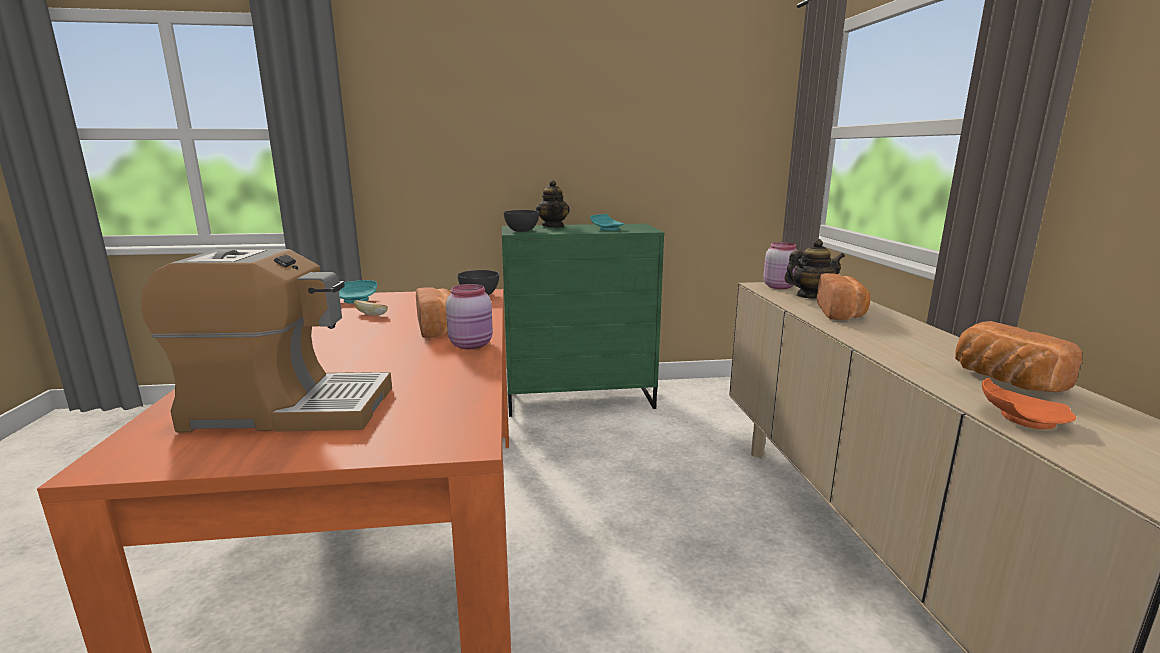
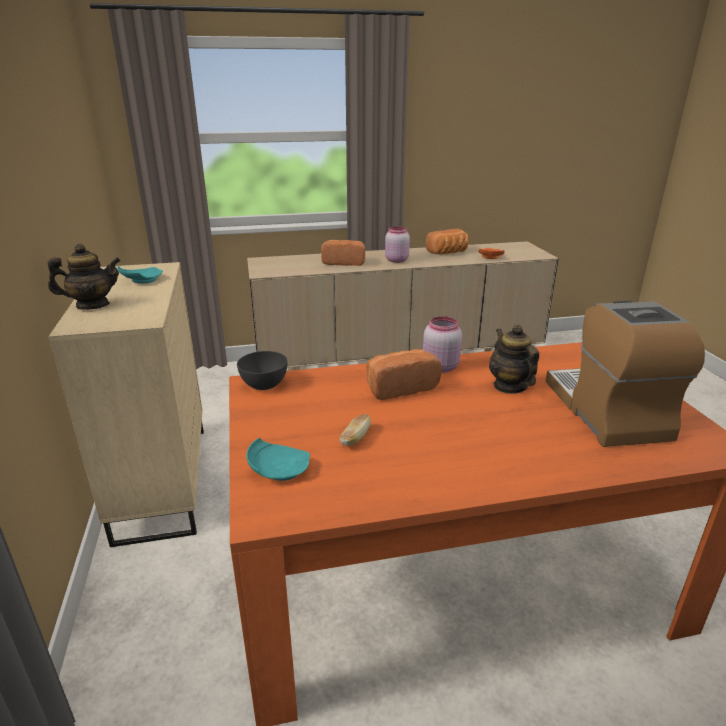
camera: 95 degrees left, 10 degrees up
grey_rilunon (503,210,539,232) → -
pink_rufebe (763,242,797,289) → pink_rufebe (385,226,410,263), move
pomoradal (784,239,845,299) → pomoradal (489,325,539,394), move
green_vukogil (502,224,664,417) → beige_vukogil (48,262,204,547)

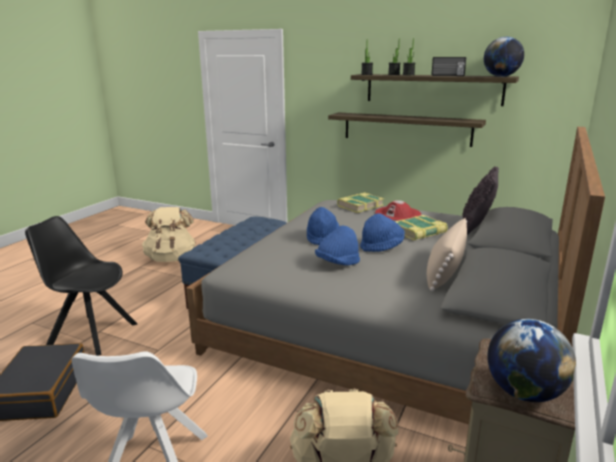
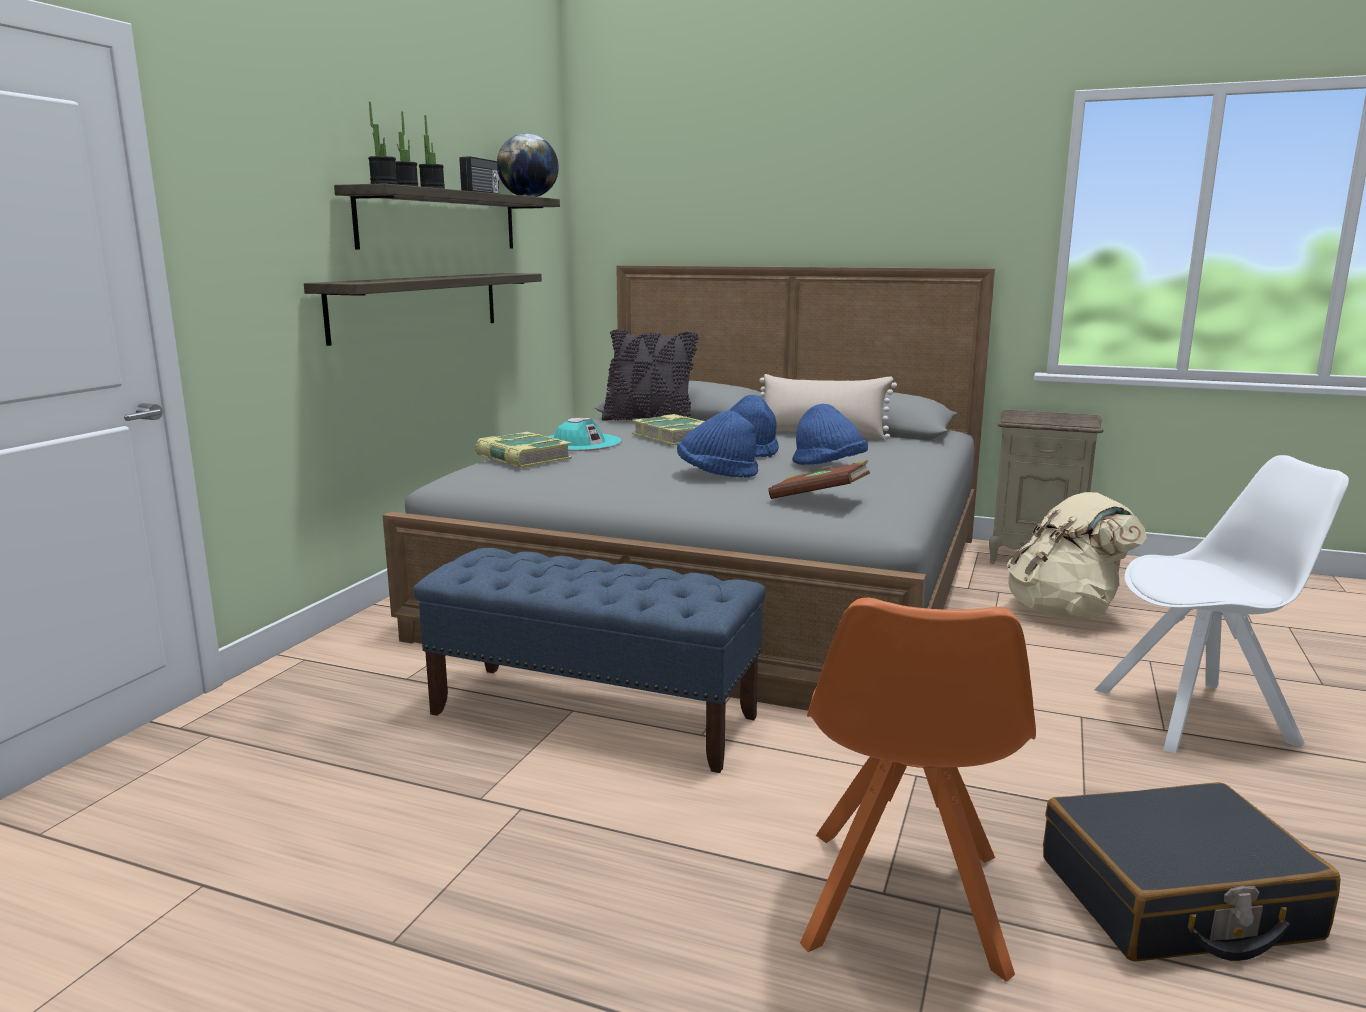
camera: 95 degrees left, 5 degrees down
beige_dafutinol (142,207,196,262) → -
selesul (487,319,576,402) → -
- → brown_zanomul (768,460,870,499)
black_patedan (25,216,137,356) → orange_patedan (800,598,1036,982)
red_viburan (375,200,421,221) → turquoise_viburan (546,418,621,451)

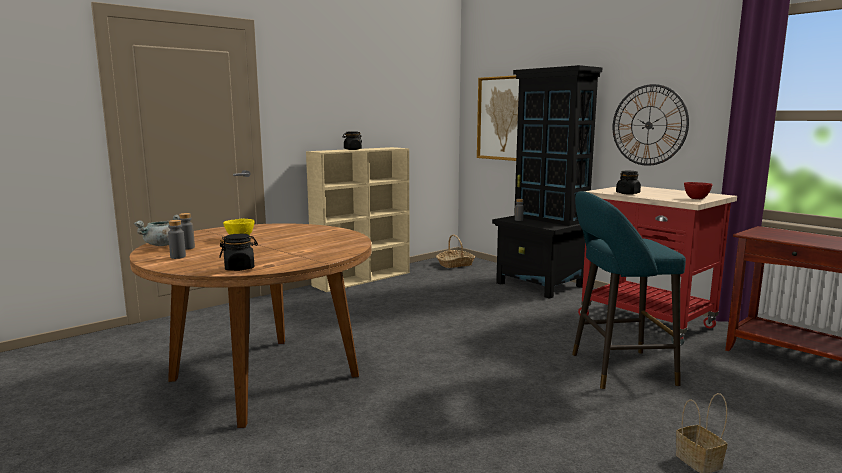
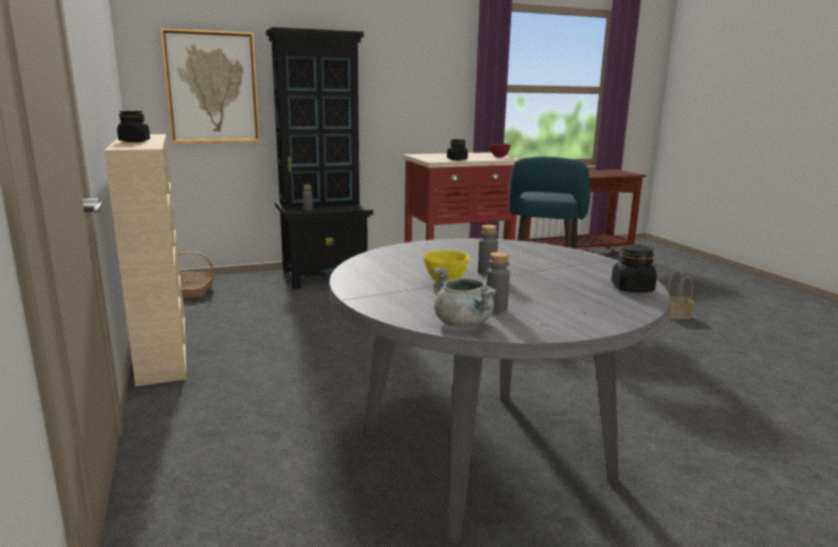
camera: 70 degrees left, 5 degrees up
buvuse (613,84,689,166) → -
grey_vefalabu (168,220,186,259) → grey_vefalabu (478,225,498,275), move
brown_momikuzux (129,223,372,428) → grey_momikuzux (330,238,670,545)

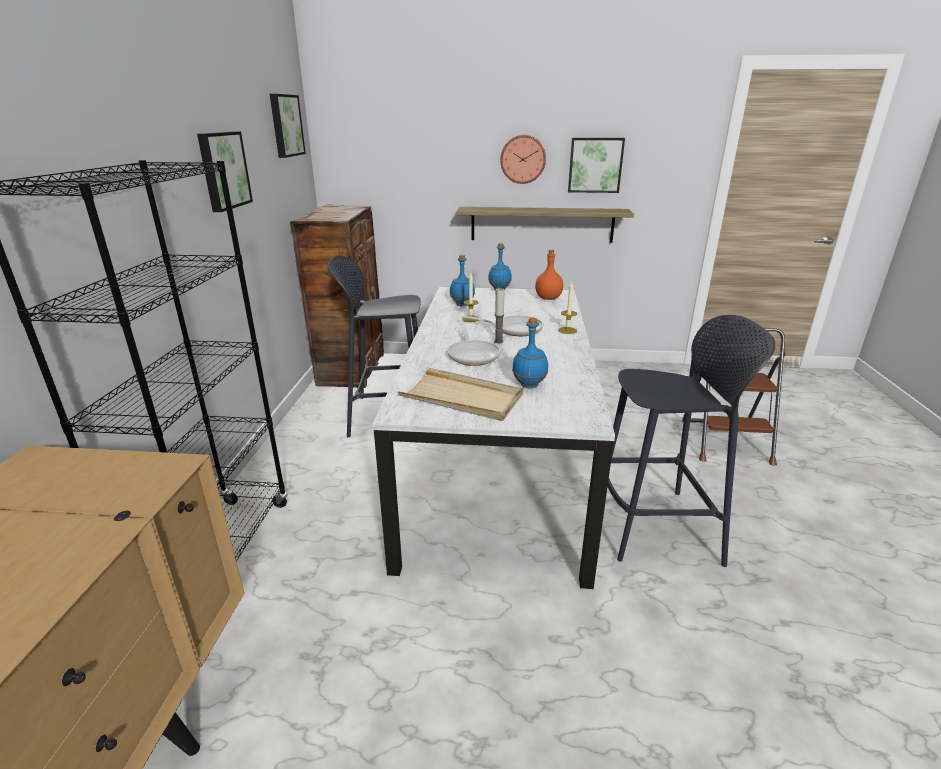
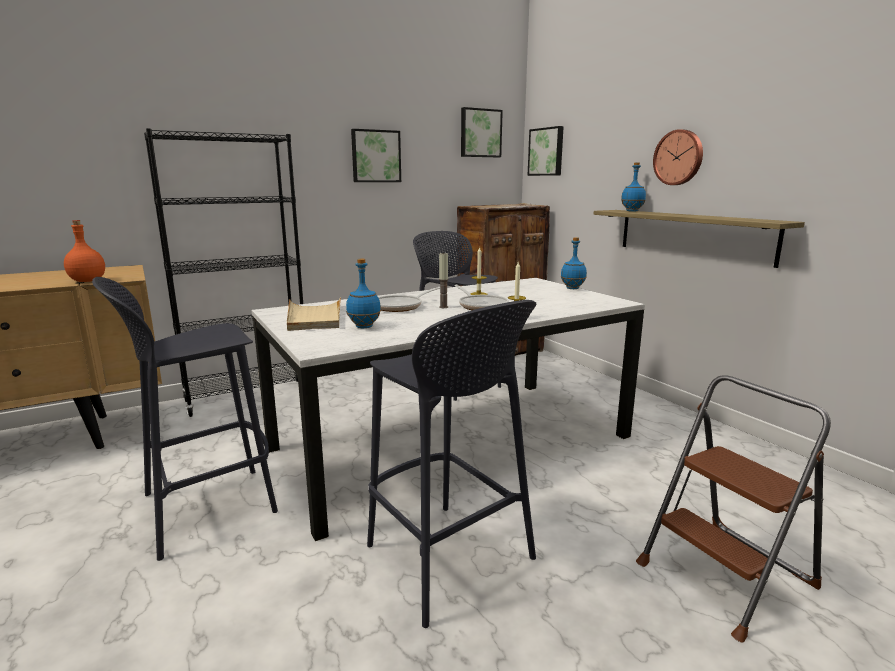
camera: 55 degrees right, 10 degrees down
- → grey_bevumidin (92,277,278,561)
blue_vefalabu (450,255,475,306) → blue_vefalabu (621,162,646,212), move
orange_vefalabu (535,250,563,300) → orange_vefalabu (64,220,105,282), move
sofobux (568,138,625,193) → sofobux (527,126,564,176), move

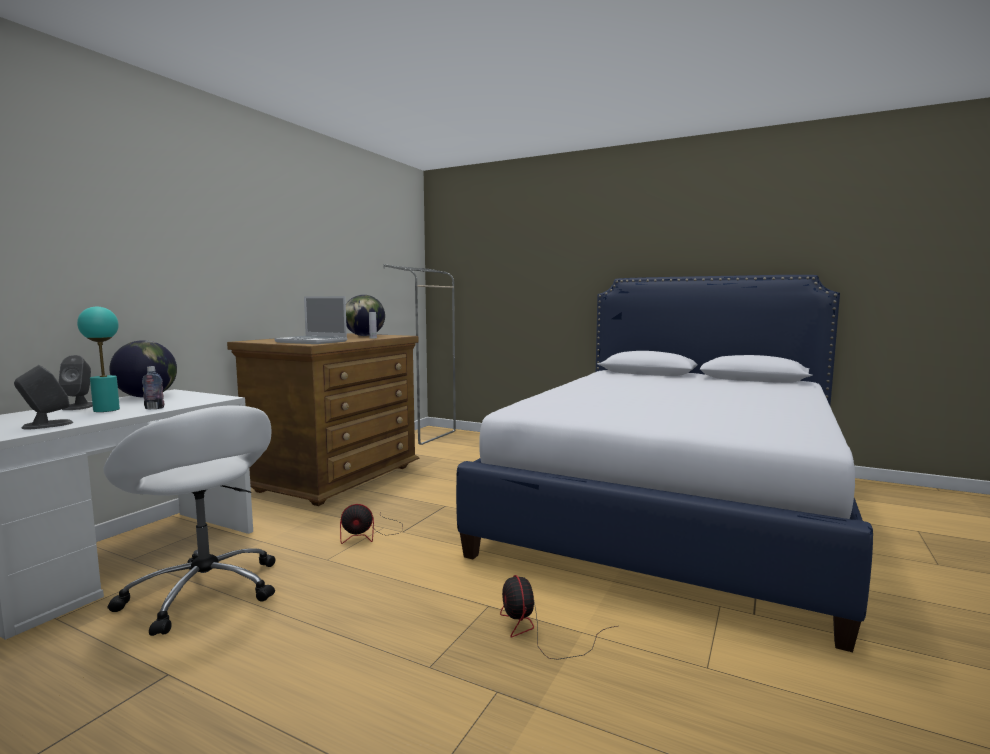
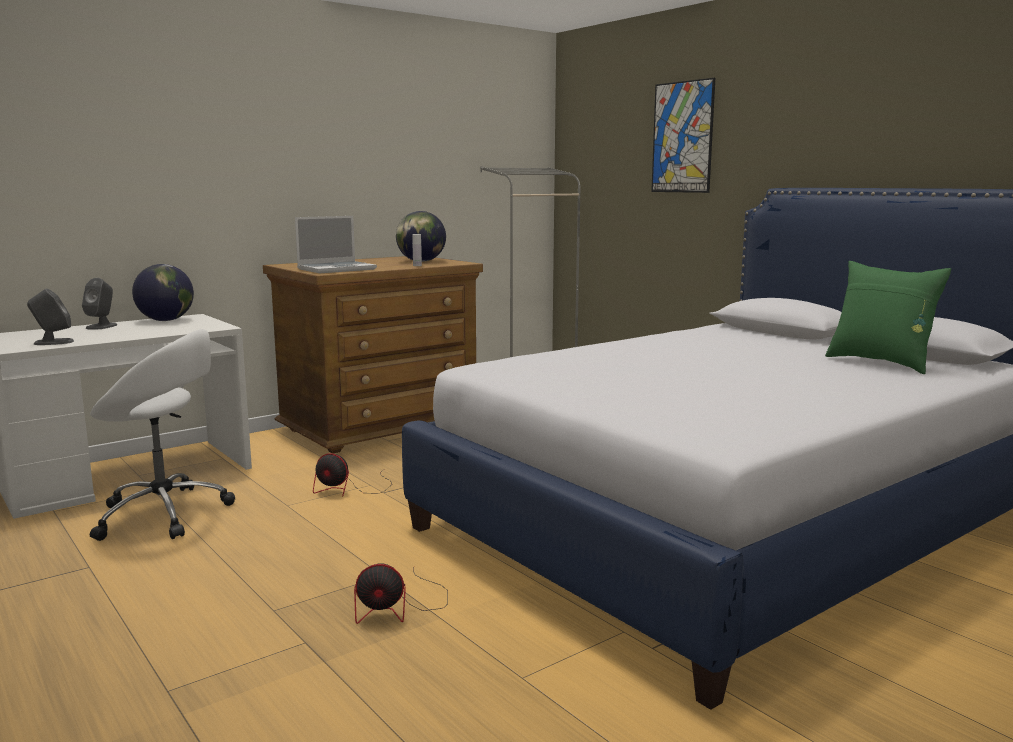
camera: 25 degrees right, 5 degrees up
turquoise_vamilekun (77,307,120,412) → -
vefalabu (142,366,164,409) → -
- → sofobux (651,78,715,193)
- → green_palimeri (825,261,951,374)
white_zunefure (104,405,275,636) → white_zunefure (90,329,235,541), 60 degrees counterclockwise
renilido (275,296,347,344) → renilido (295,216,377,273), 90 degrees counterclockwise
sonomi (500,575,618,660) → sonomi (354,564,448,624), 105 degrees counterclockwise

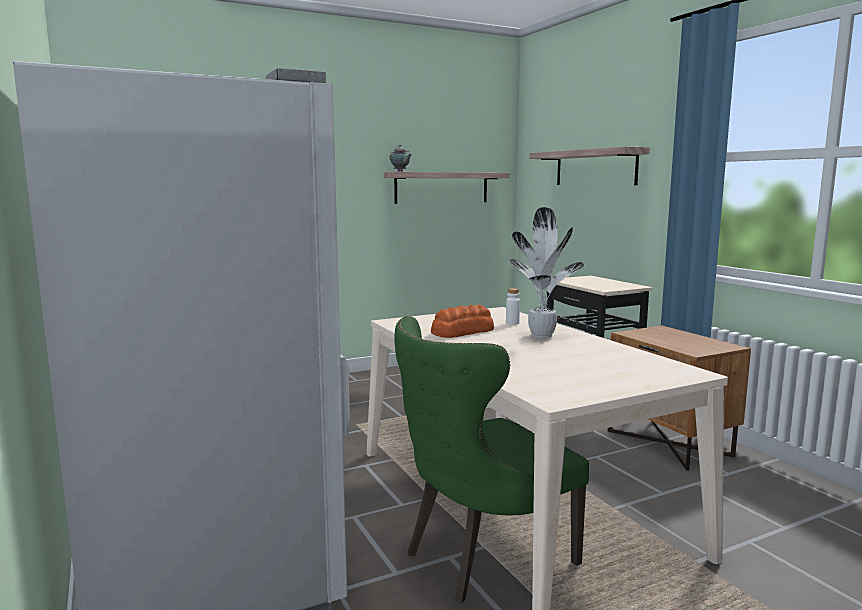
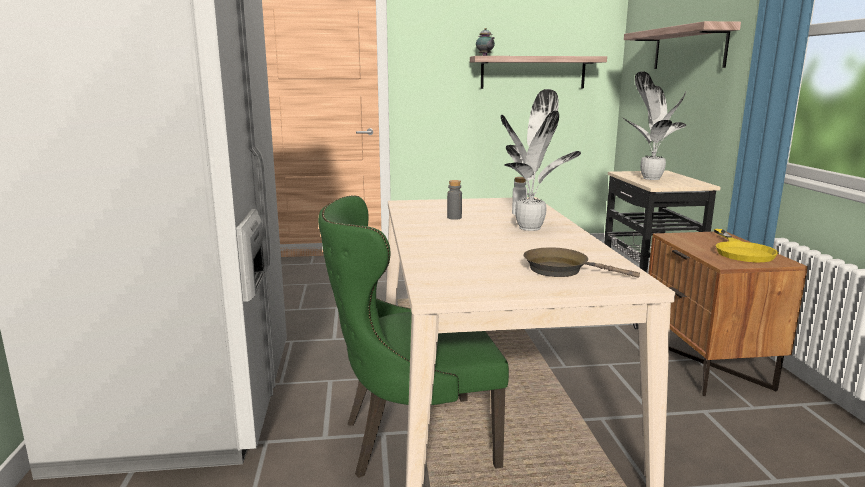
camera: 20 degrees right, 5 degrees up
- → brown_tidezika (523,247,640,278)
- → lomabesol (622,71,686,180)
- → yellow_tidezika (714,229,778,262)
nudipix (431,304,494,338) → grey_vefalabu (447,180,462,220)

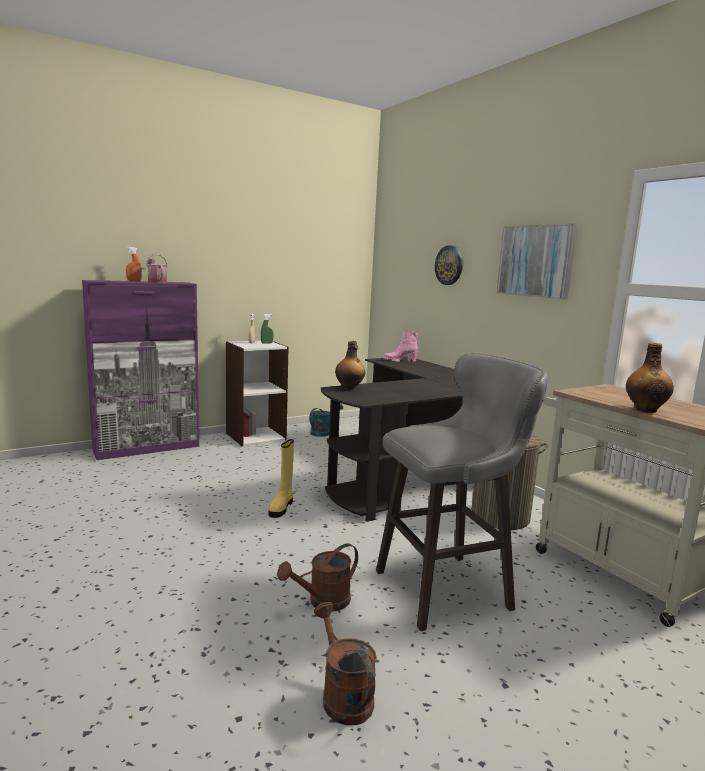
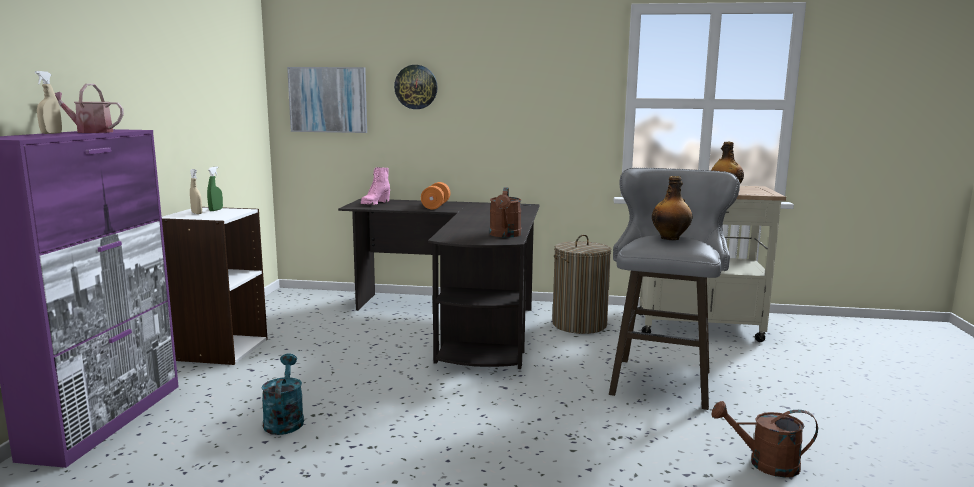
camera: 50 degrees left, 0 degrees up
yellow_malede (268,439,294,518) → -
- → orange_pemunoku (421,182,450,209)
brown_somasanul (277,543,358,612) → brown_somasanul (490,187,522,238), move
turquoise_somasanul (309,403,343,437) → turquoise_somasanul (262,354,304,435), move
vefalabu (335,341,365,390) → vefalabu (652,176,693,240), move
sofobux (497,223,578,299) → sofobux (287,67,367,133), move
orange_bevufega (126,247,142,281) → beige_bevufega (35,71,62,134)

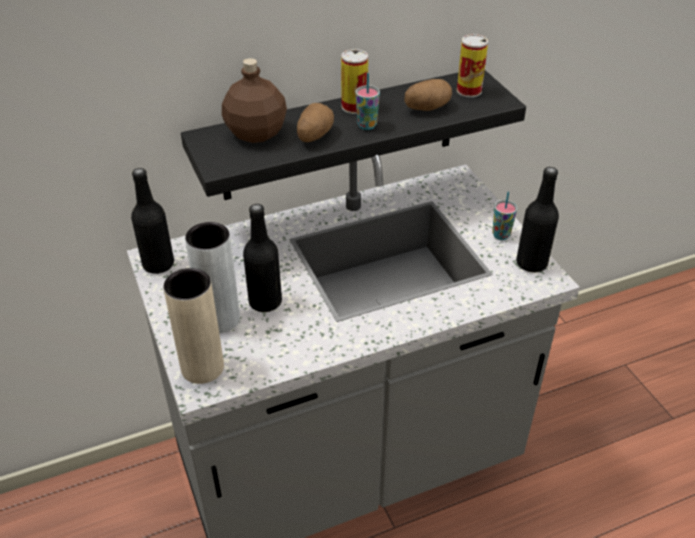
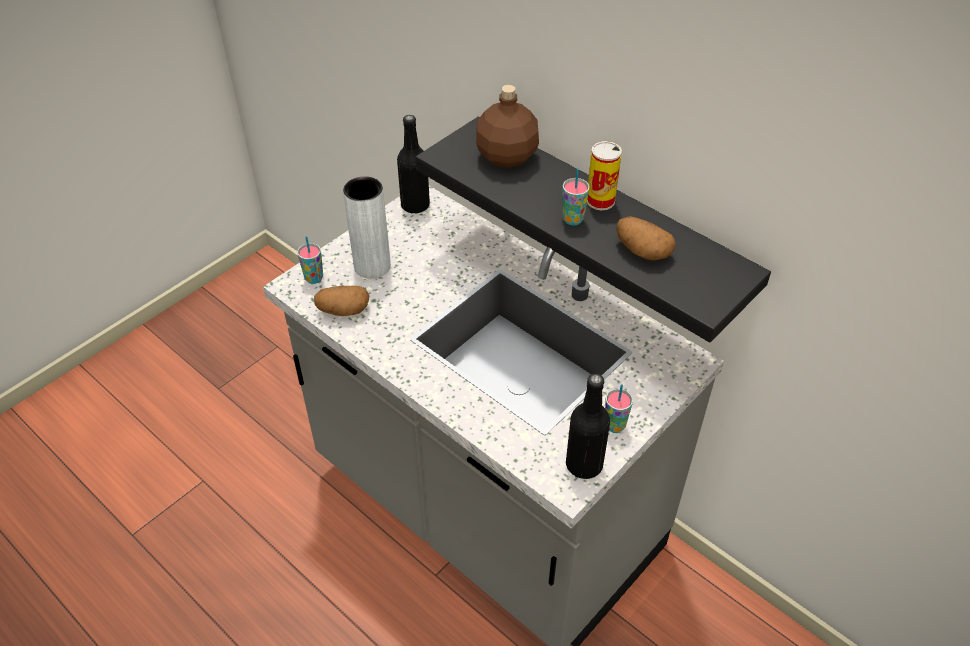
camera: 65 degrees right, 5 degrees up
black_vefalabu (243,204,282,312) → -
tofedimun (457,34,488,98) → -
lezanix (297,103,334,142) → lezanix (314,286,369,316), move
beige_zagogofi (163,268,224,384) → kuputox (297,236,323,284)

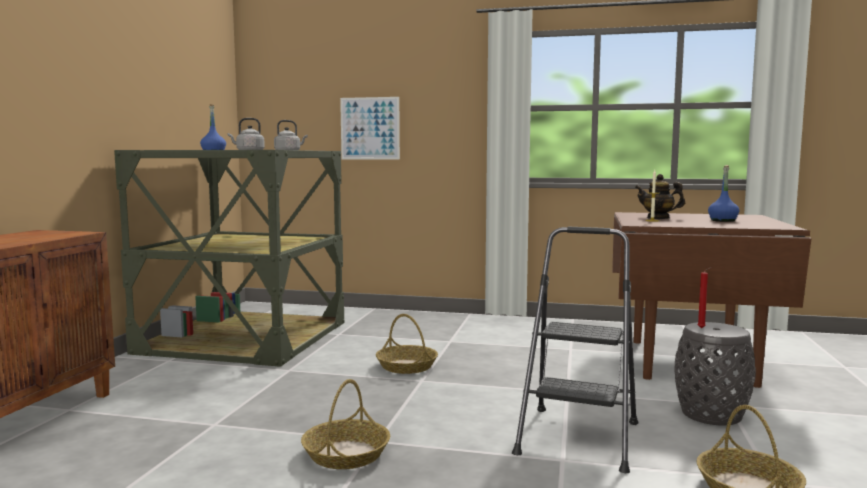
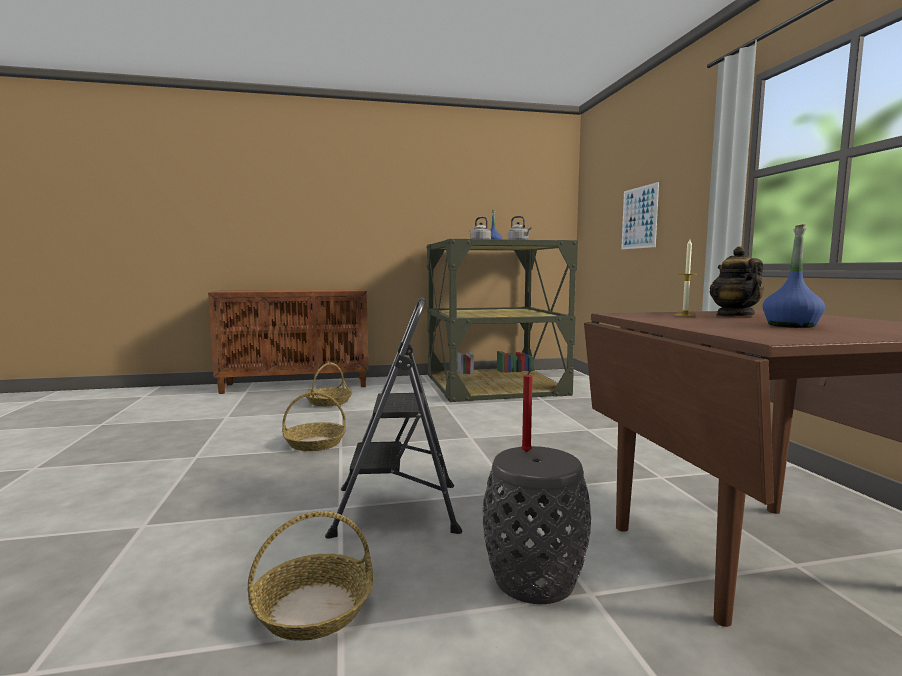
camera: 65 degrees right, 0 degrees up
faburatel (376,314,438,374) → faburatel (305,363,353,407), move

